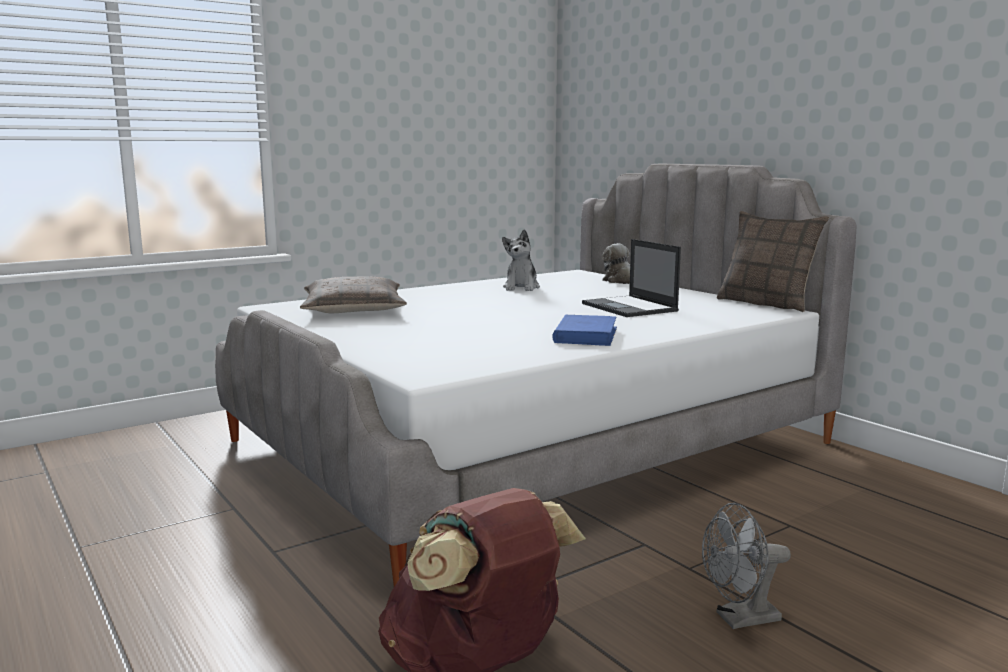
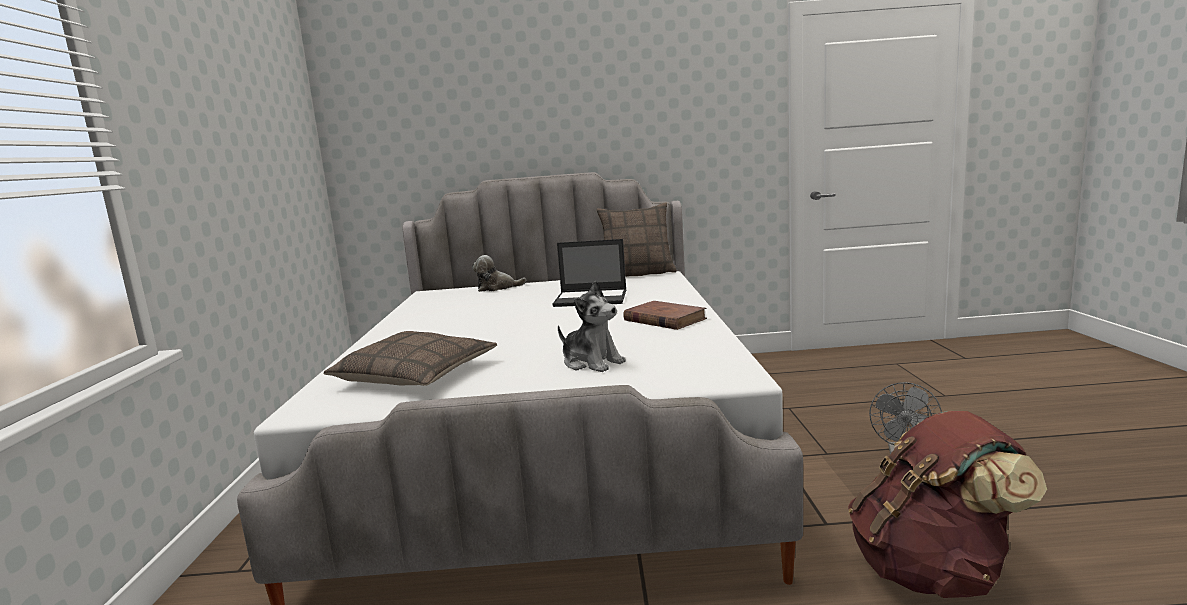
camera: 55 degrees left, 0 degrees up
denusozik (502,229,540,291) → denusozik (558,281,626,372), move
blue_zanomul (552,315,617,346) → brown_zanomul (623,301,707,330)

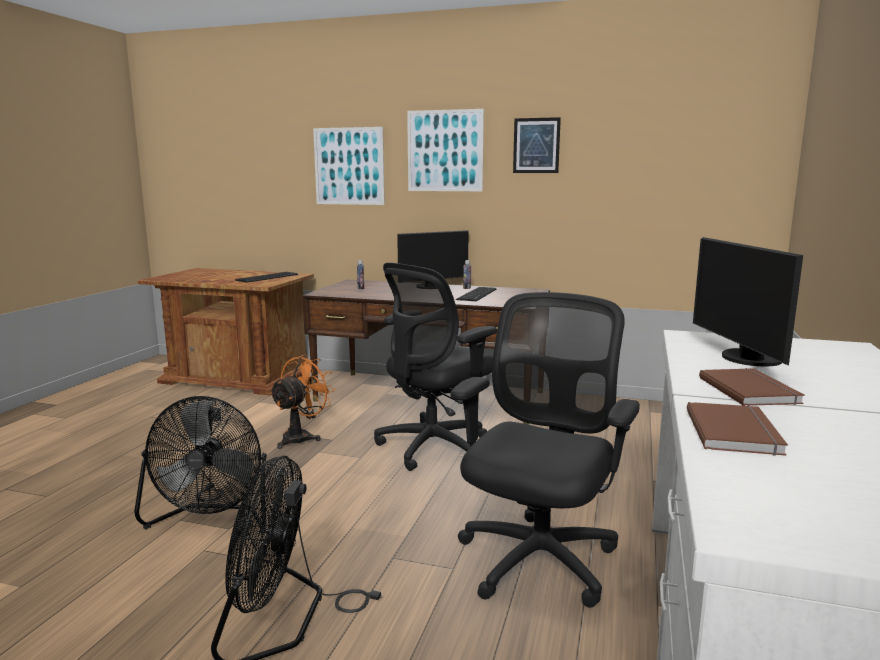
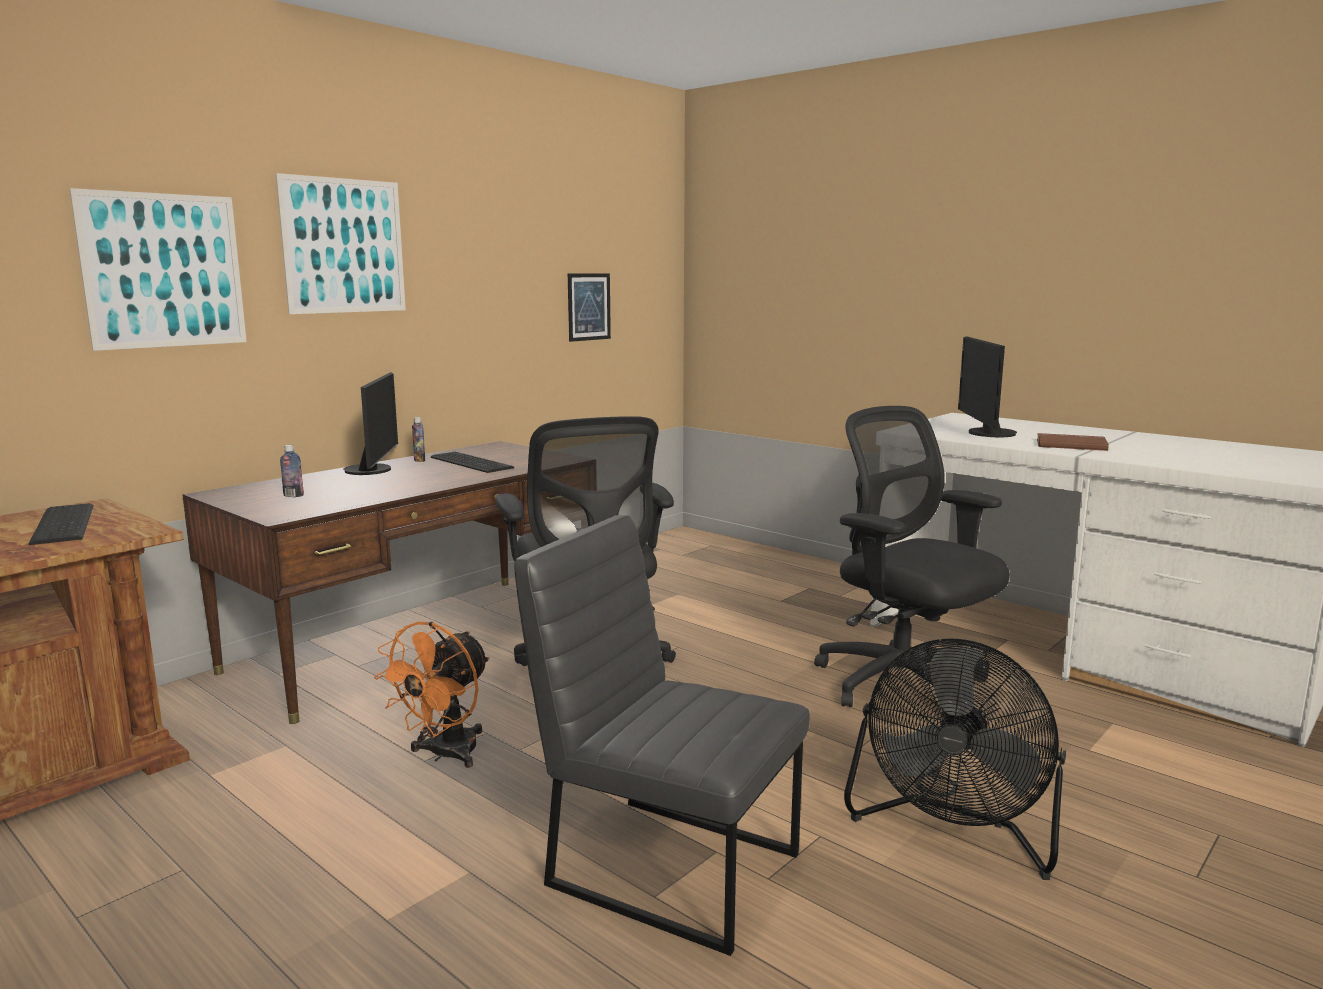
camera: 65 degrees left, 0 degrees up
brown_zanomul (687,402,788,456) → -
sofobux (513,117,561,173) → sofobux (568,273,611,342), move
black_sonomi (134,396,266,533) → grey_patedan (514,515,810,956)
orange_sonomi (269,354,335,449) → orange_sonomi (374,621,490,768), 120 degrees counterclockwise
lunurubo (693,237,803,366) → lunurubo (958,336,1017,437), 75 degrees clockwise

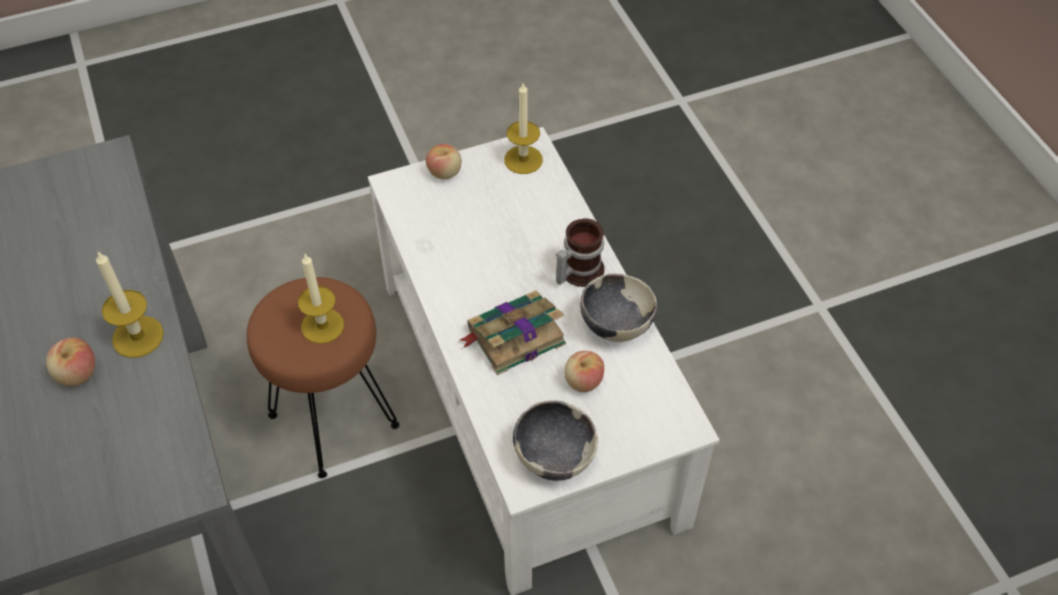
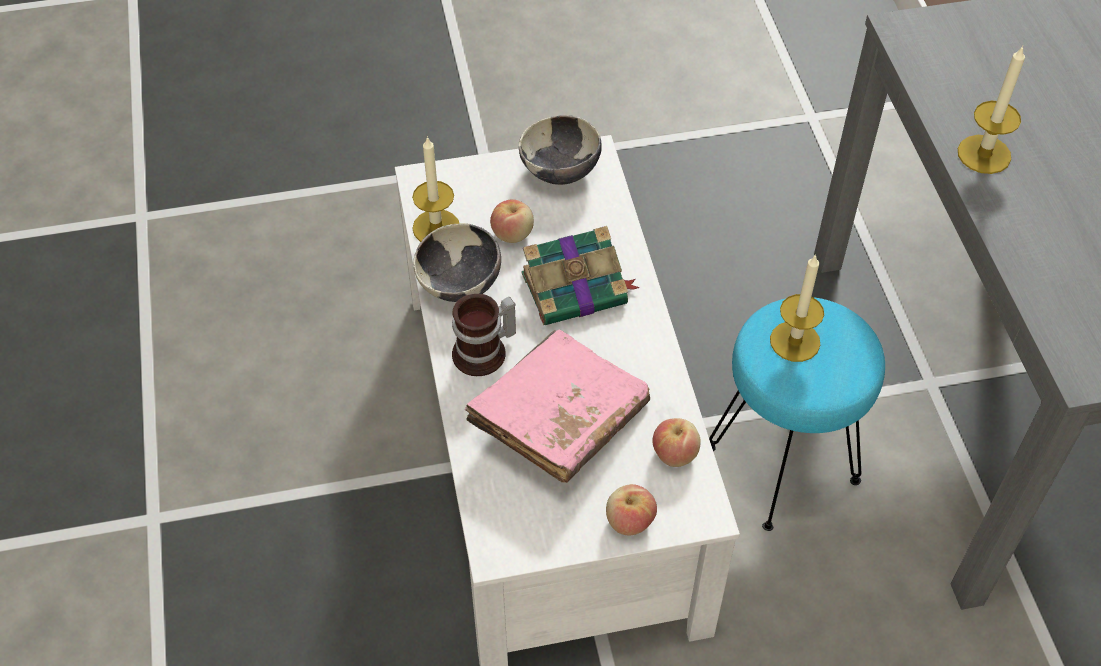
camera: 170 degrees left, 0 degrees up
- → pink_zanomul (465,329,650,483)
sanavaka (46,337,95,386) → sanavaka (652,418,701,467), move
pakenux (504,83,543,174) → pakenux (412,136,459,242), move
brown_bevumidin (247,277,400,478) → turquoise_bevumidin (709,297,885,531)

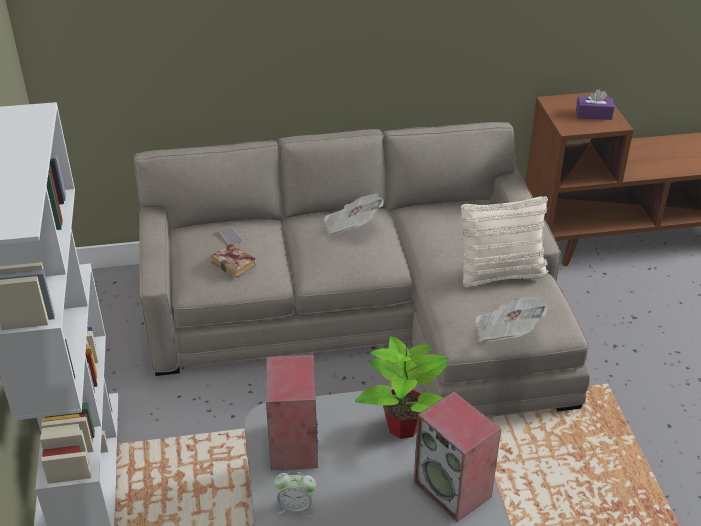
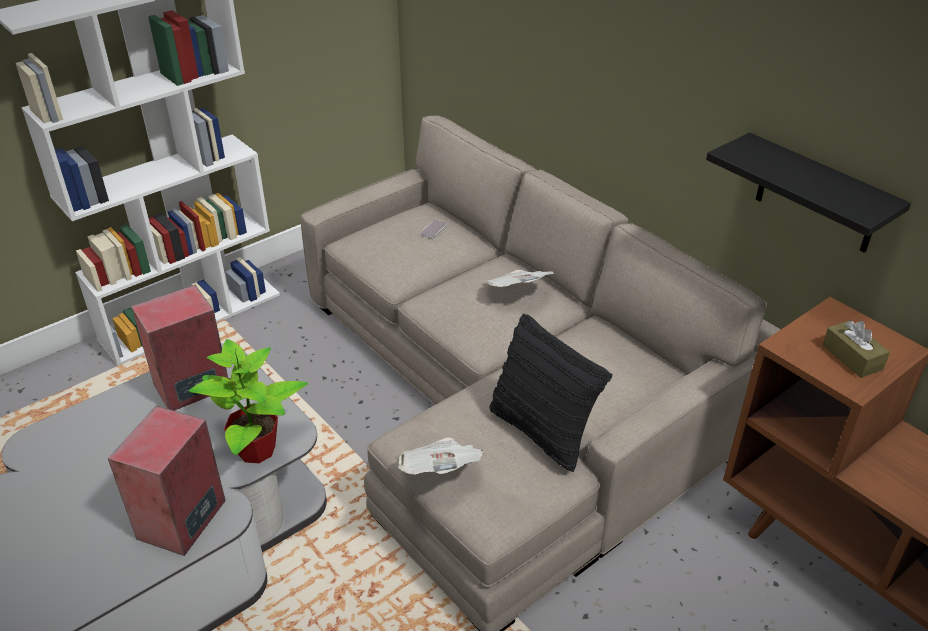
camera: 60 degrees right, 0 degrees up
zanomul (211,244,256,278) → -
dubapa (274,471,316,517) → -
- → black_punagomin (706,133,911,253)
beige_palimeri (460,196,548,288) → black_palimeri (489,314,613,472)
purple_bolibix (576,89,615,120) → brown_bolibix (823,320,890,378)

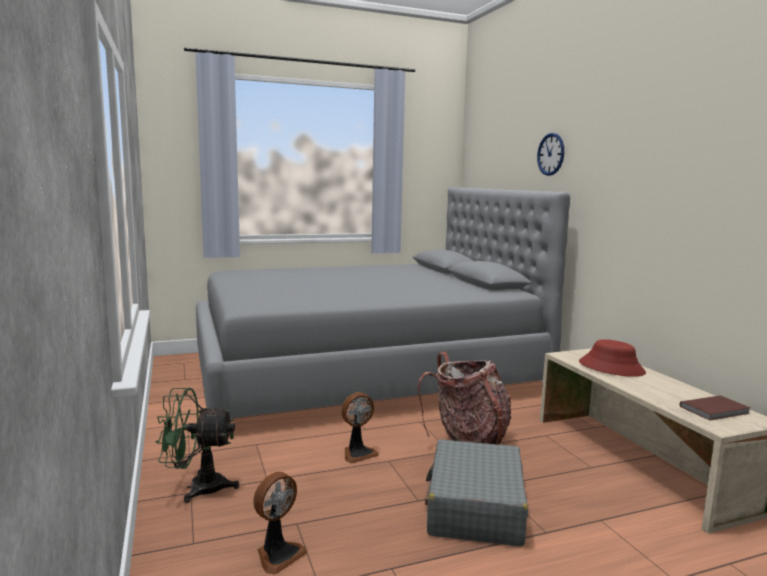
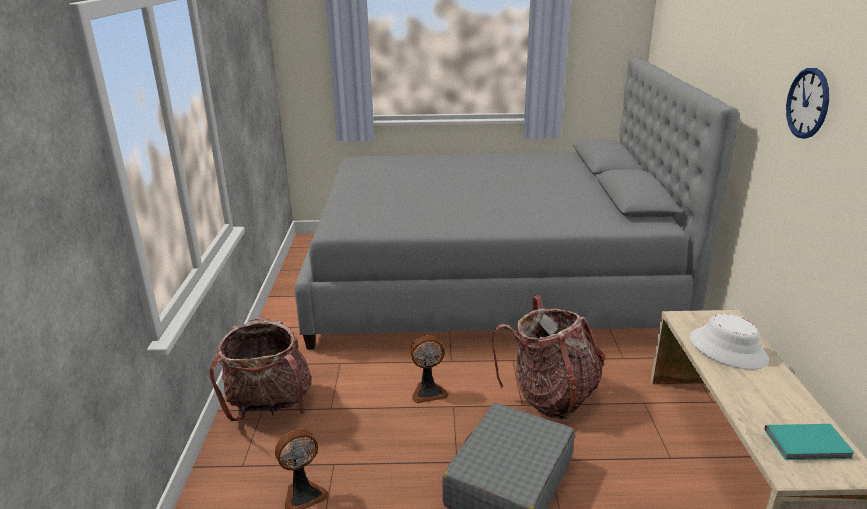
camera: 20 degrees right, 15 degrees up
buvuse (537,133,564,176) → buvuse (786,68,829,139), move
green_sonomi (155,388,239,503) → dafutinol (209,316,311,421)
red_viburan (579,339,646,377) → white_viburan (689,314,769,369)
brown_zanomul (680,395,751,421) → turquoise_zanomul (764,424,855,460)

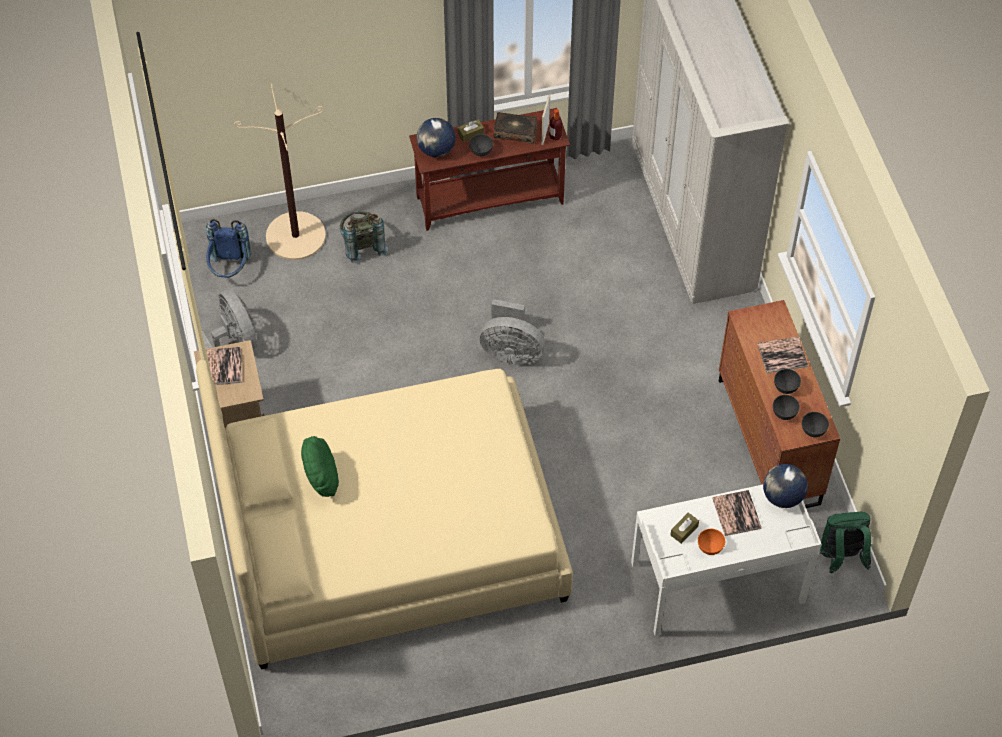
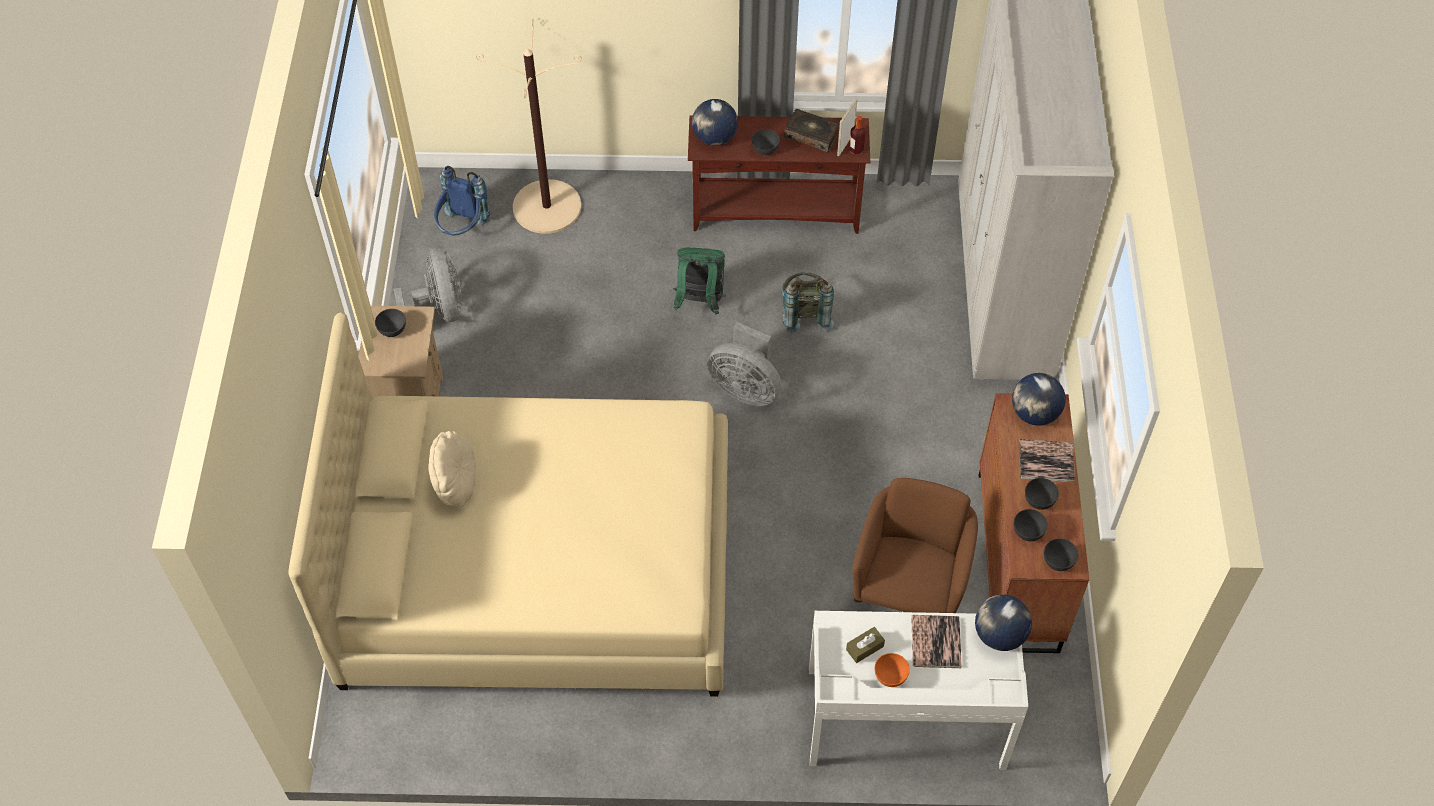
camera: 15 degrees right, 0 degrees up
brown_bolibix (458,119,484,142) → -
- → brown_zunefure (853,478,978,613)
- → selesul (1012,373,1066,426)
grey_dafutinol (340,211,388,263) → grey_dafutinol (782,272,834,333), move
green_dafutinol (820,512,871,574) → green_dafutinol (673,247,726,315), move
zanomul (206,347,242,385) → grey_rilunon (375,309,406,337)
green_palimeri (301,436,339,497) → beige_palimeri (428,431,476,507)

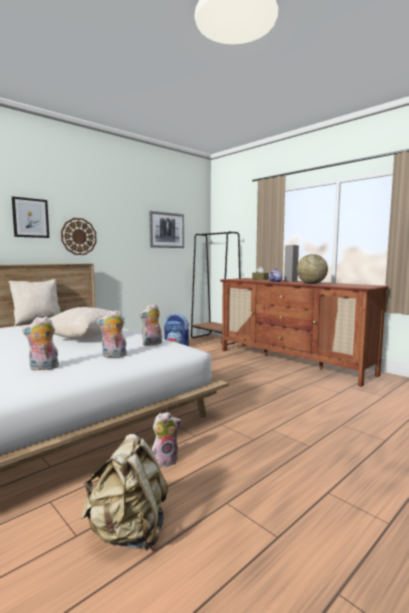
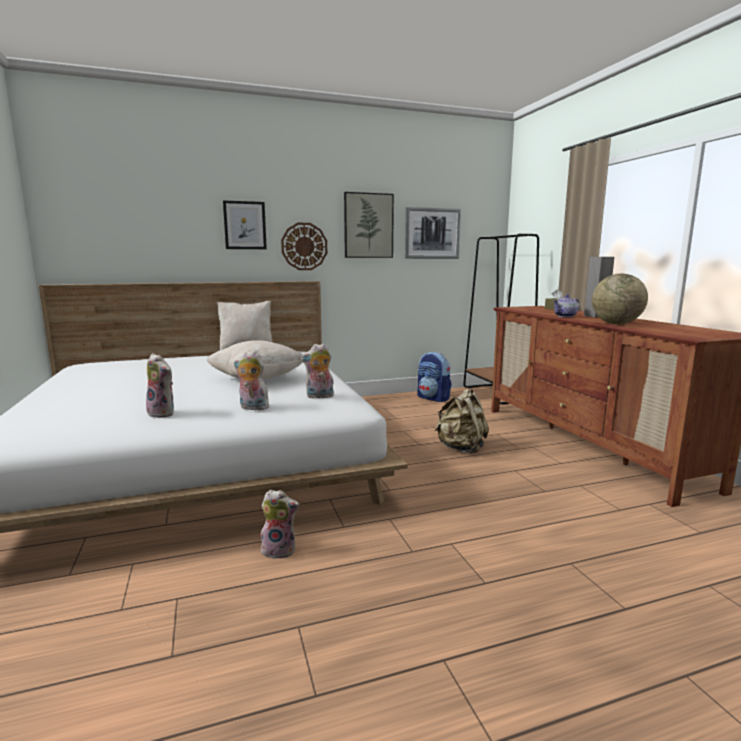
camera: 25 degrees right, 5 degrees up
- → sofobux (344,192,394,258)
beige_dafutinol (80,434,168,551) → beige_dafutinol (434,388,489,454), move
denusozik (22,316,59,371) → denusozik (146,353,175,418), 150 degrees counterclockwise

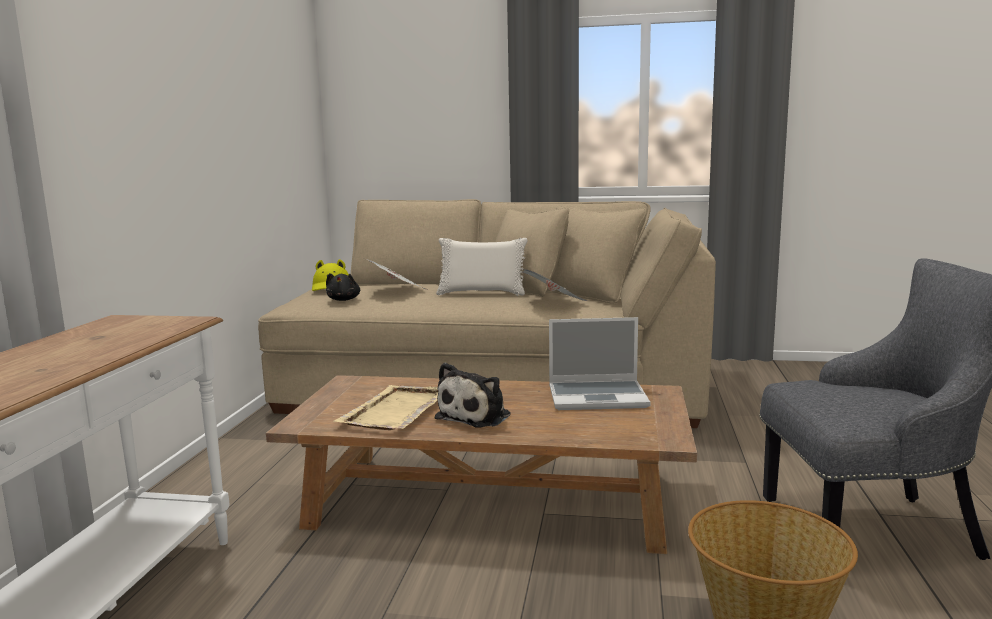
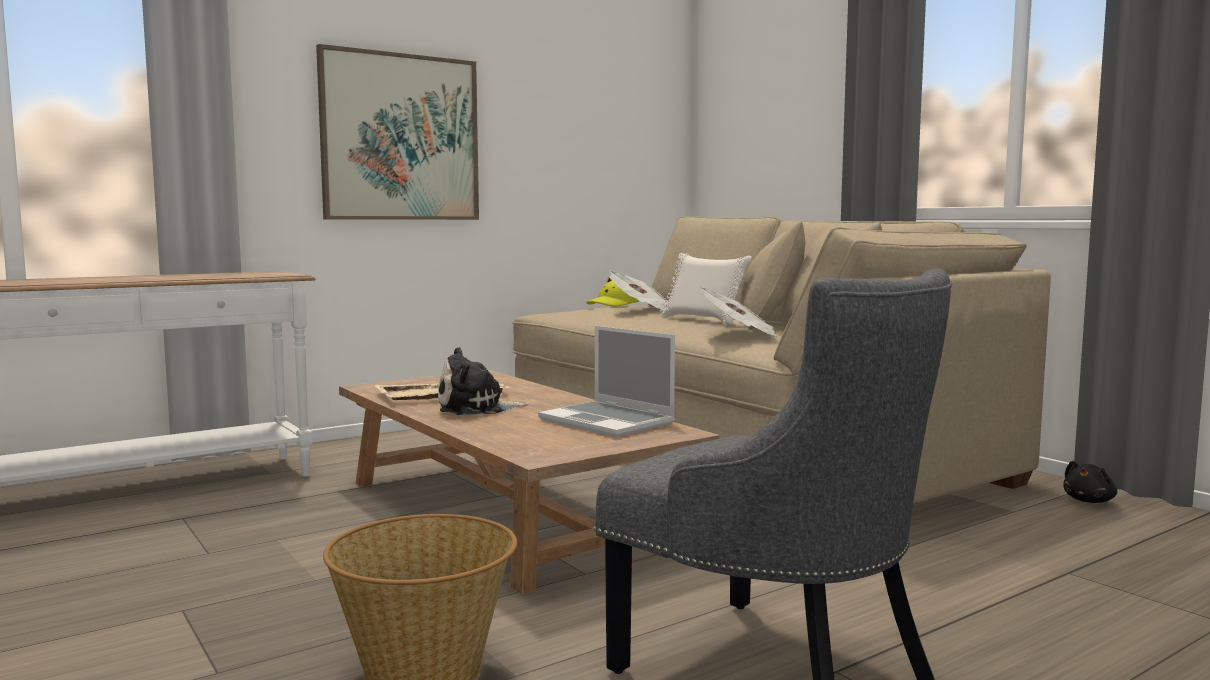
camera: 45 degrees right, 5 degrees down
- → sofobux (316,44,479,220)
black_denusozik (326,273,360,301) → black_denusozik (1063,461,1117,503), move

